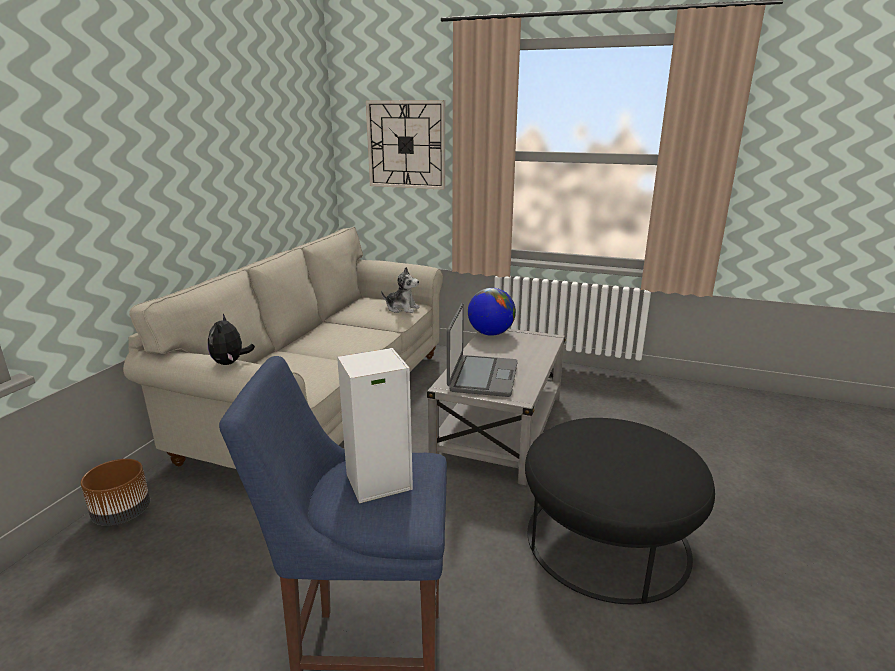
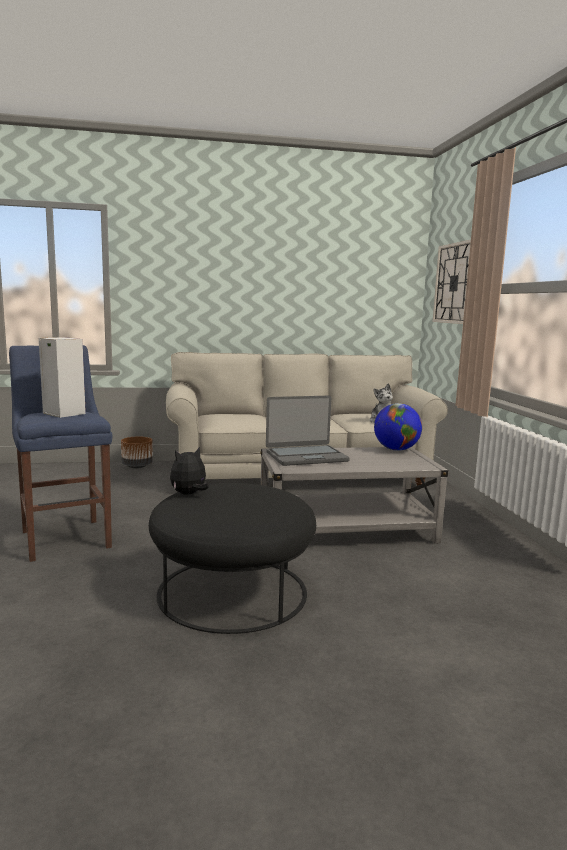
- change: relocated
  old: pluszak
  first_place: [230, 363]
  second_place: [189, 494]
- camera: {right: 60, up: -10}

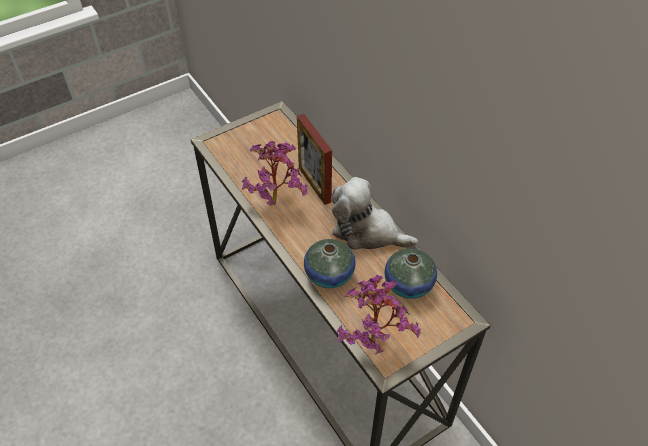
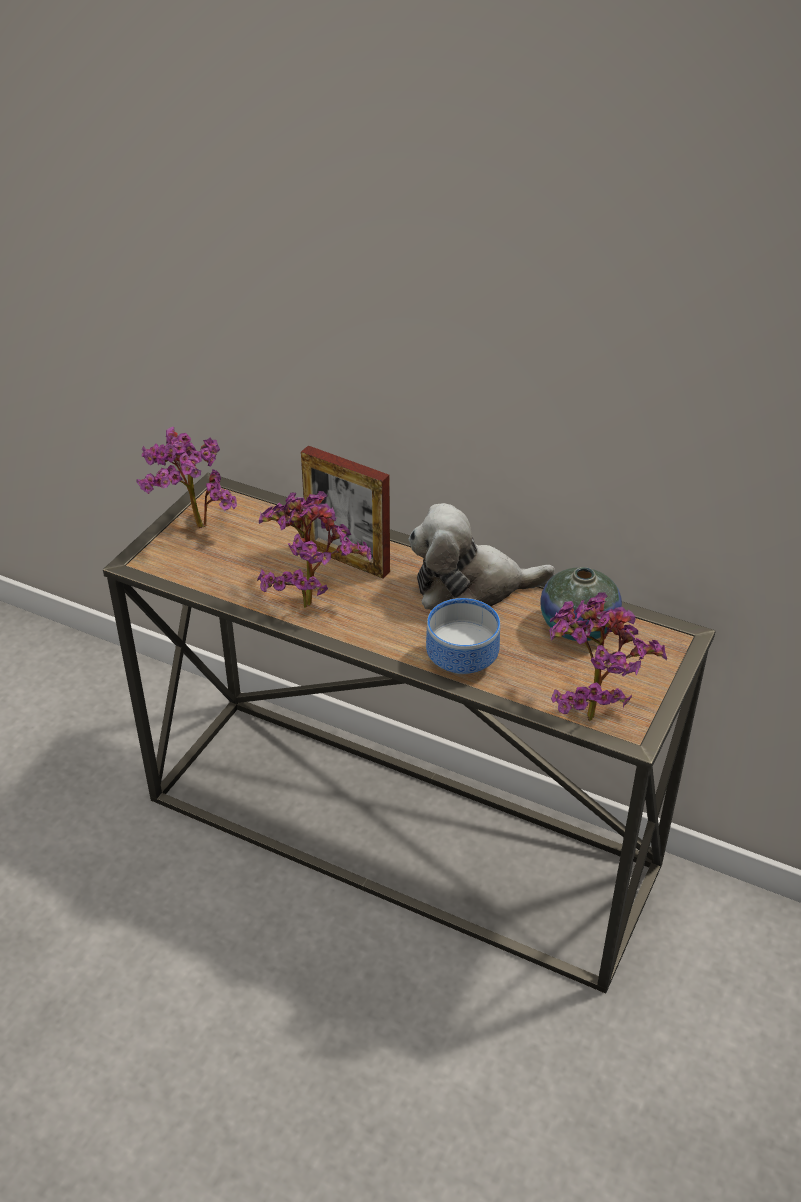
- change: exchanged
  old: wazon
  new: miska
  first_place: [329, 274]
  second_place: [464, 657]
- change: appeared
  new: roślina doniczkowa
  second_place: [192, 528]
- camera: {right: -30, up: -10}

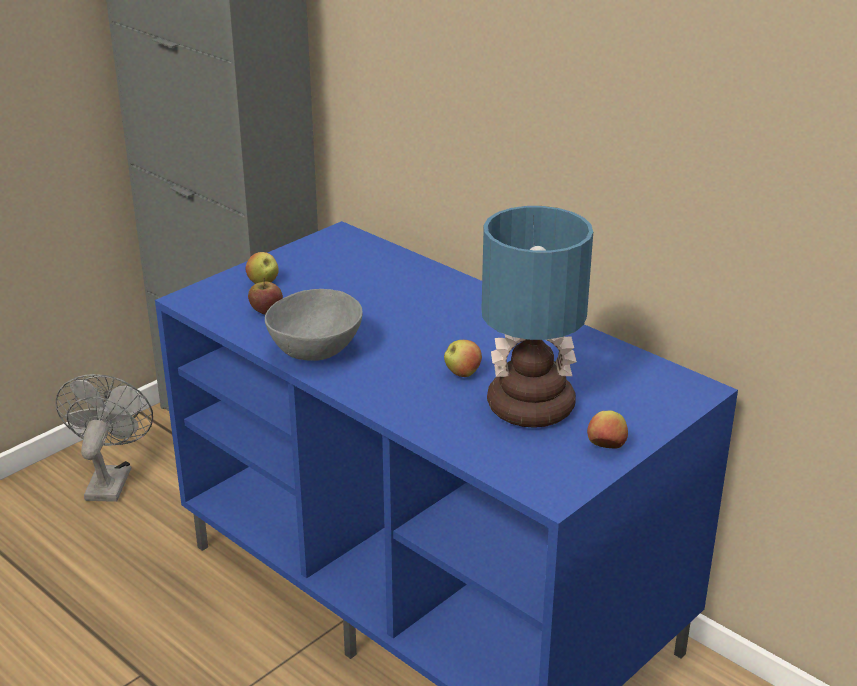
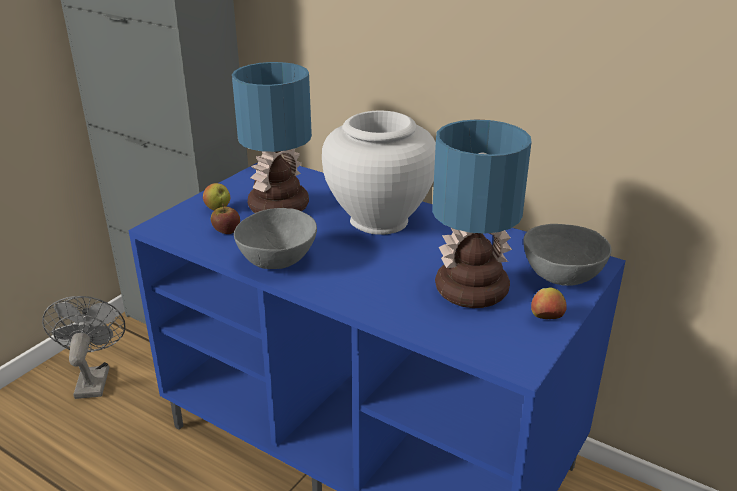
- change: missing
  old: jabłko
  first_place: [462, 374]
- change: appeared
  new: lampa stołowa
  second_place: [279, 206]
- change: appeared
  new: wazon [biały]
  second_place: [379, 221]
- change: appeared
  new: miska [szary]
  second_place: [559, 276]
- camera: {right: -10, up: 0}

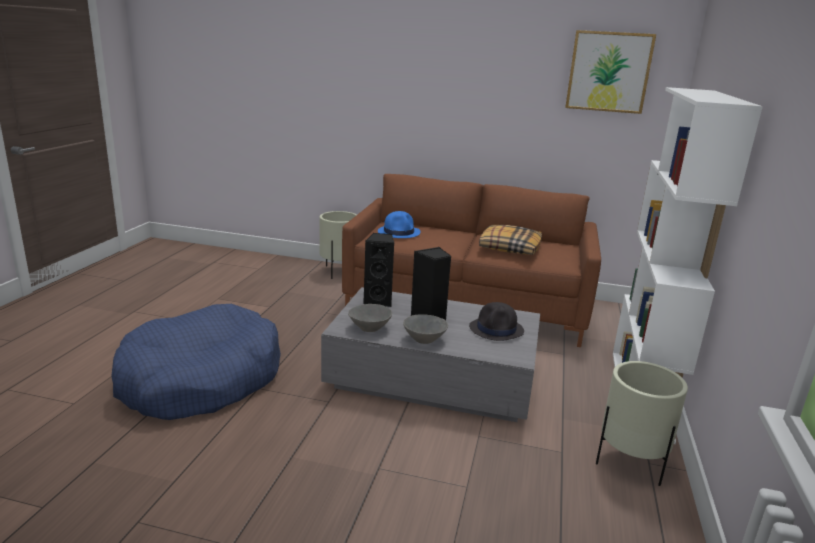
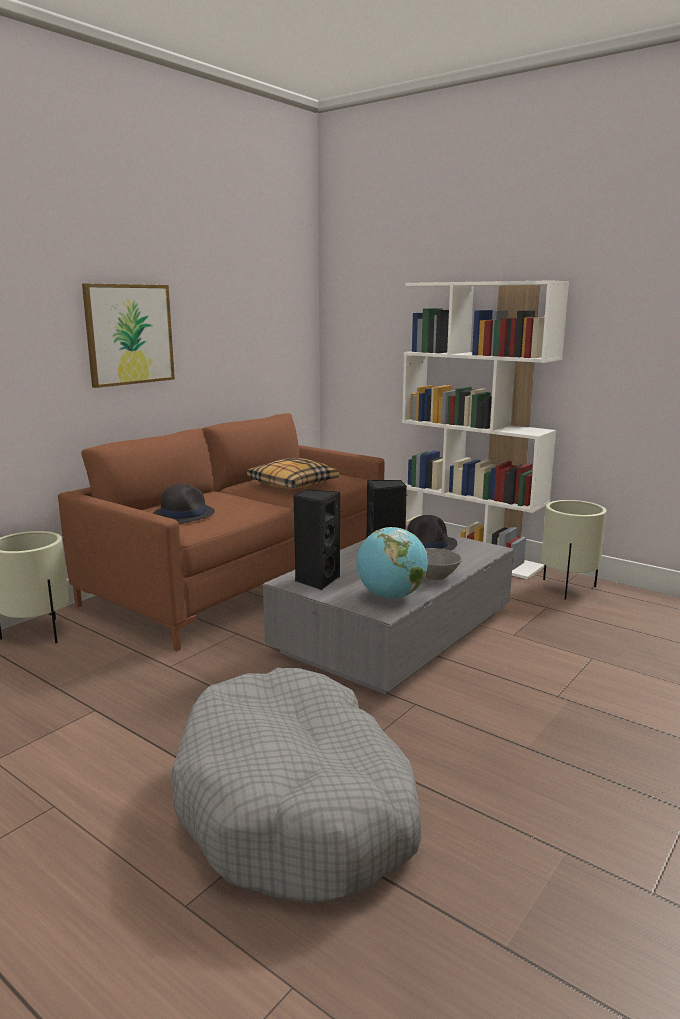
- change: relocated
  old: obraz
  first_place: [608, 72]
  second_place: [129, 334]
- change: colour
  old: kapelusz [niebieski]
  new: kapelusz [czarny]
  first_place: [399, 232]
  second_place: [183, 514]
- change: colour
  old: legowisko [niebieski]
  new: legowisko [szary]
  first_place: [201, 379]
  second_place: [297, 806]
- change: exchanged
  old: miska [szary]
  new: globus
  first_place: [369, 328]
  second_place: [391, 596]
- camera: {right: -65, up: -5}

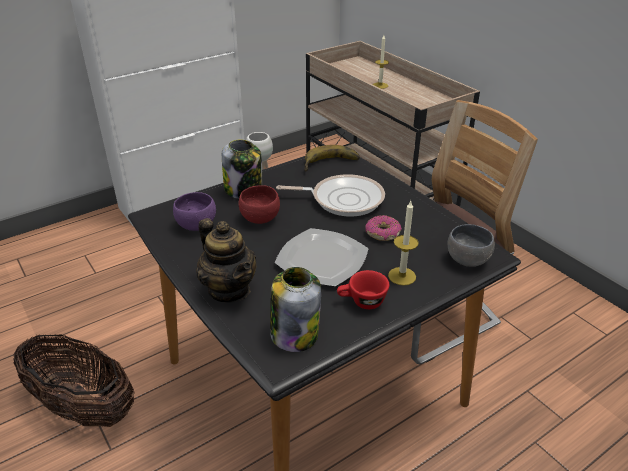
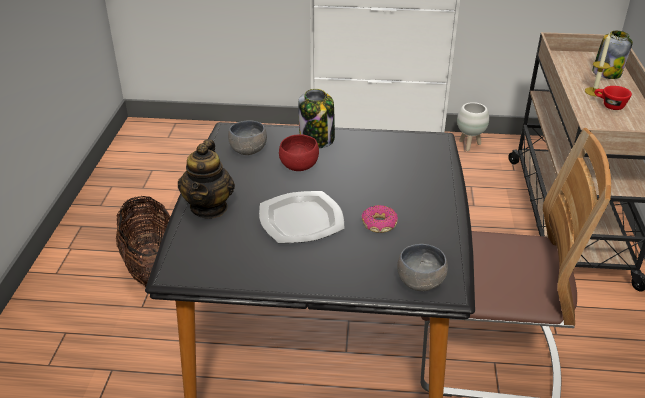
- change: missing
  old: banan
  first_place: [331, 164]
- change: missing
  old: patelnia
  first_place: [343, 199]
- change: colour
  old: miska [fioletowy]
  new: miska [szary]
  first_place: [195, 225]
  second_place: [248, 150]
- change: missing
  old: świeca
  first_place: [402, 276]
- change: relocated
  old: słoik
  first_place: [294, 333]
  second_place: [607, 73]
- change: relocated
  old: filiżanka [czerwony]
  first_place: [362, 302]
  second_place: [609, 105]
- camera: {right: 40, up: 0}

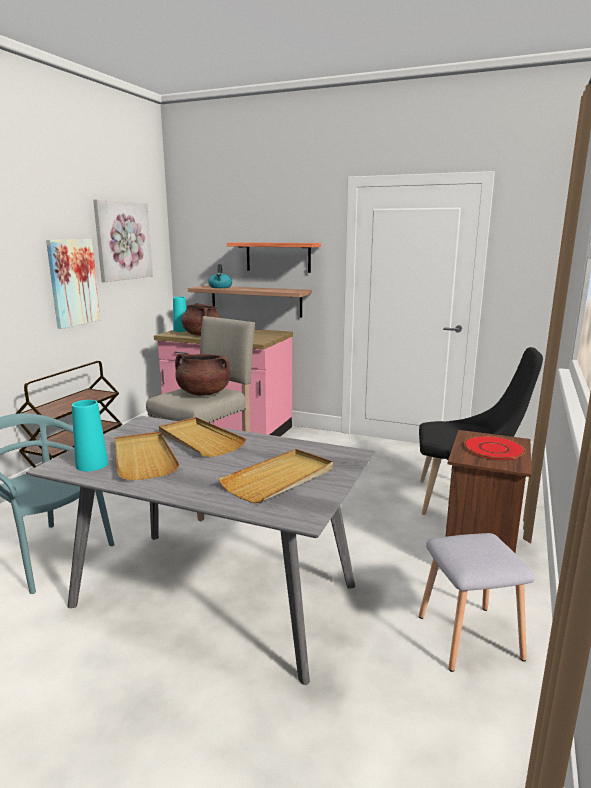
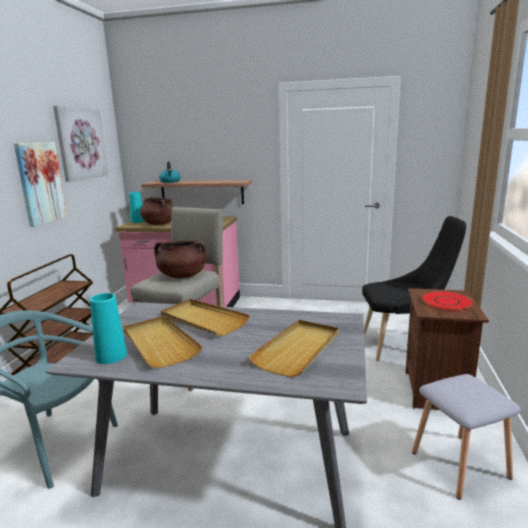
- change: missing
  old: półka
  first_place: [278, 257]
- camera: {right: -10, up: 0}

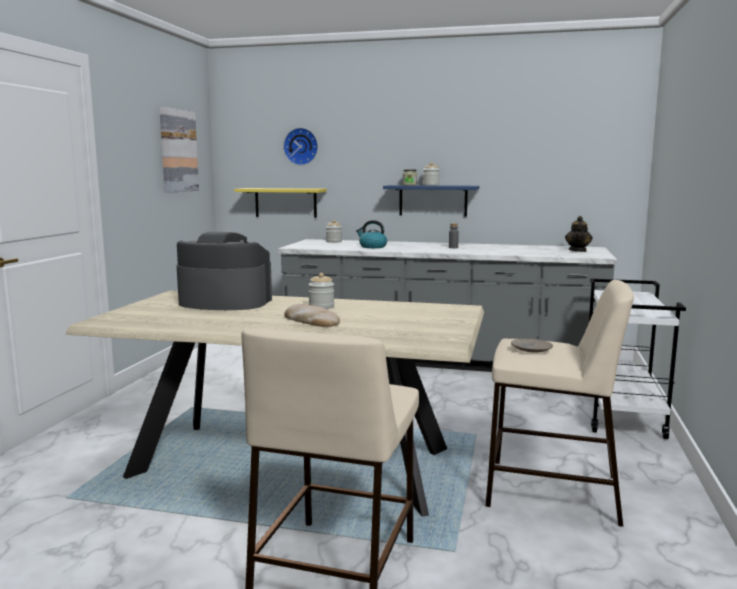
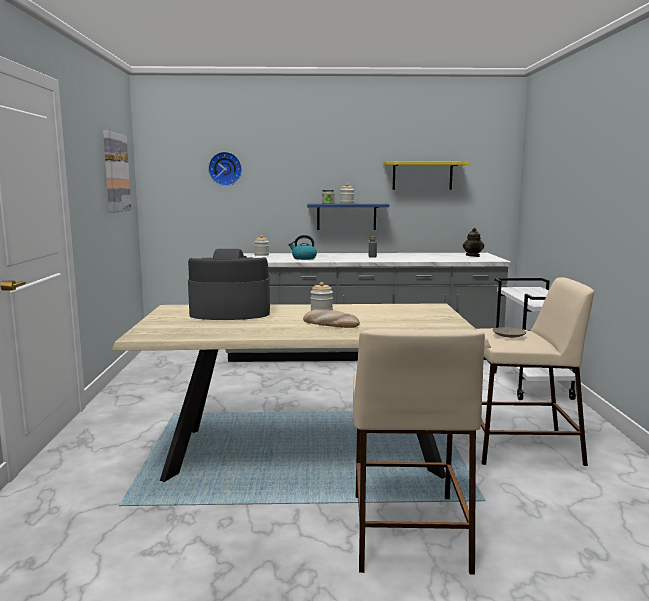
- change: relocated
  old: półka [żółty]
  first_place: [285, 202]
  second_place: [422, 176]
- camera: {right: -15, up: 0}

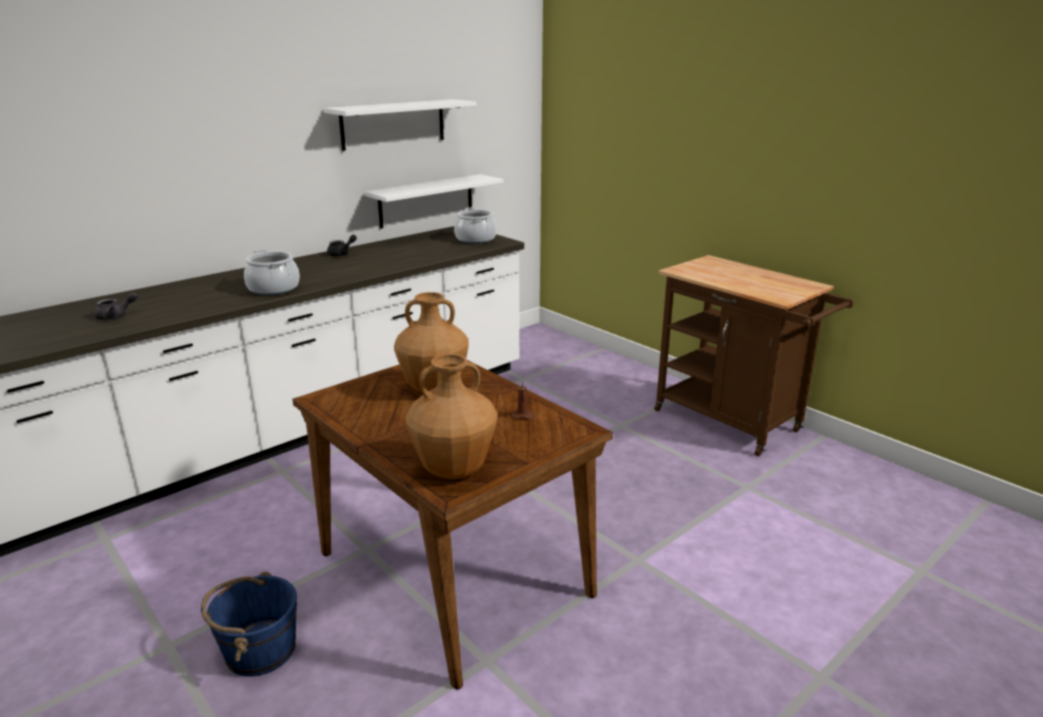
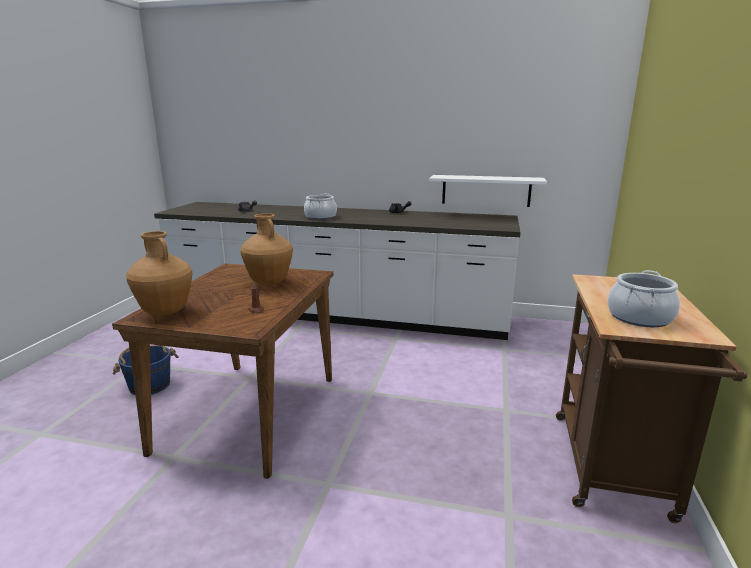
- change: missing
  old: półka [biały]
  first_place: [393, 124]
- change: relocated
  old: garnek
  first_place: [475, 239]
  second_place: [639, 317]
- camera: {right: 55, up: -5}

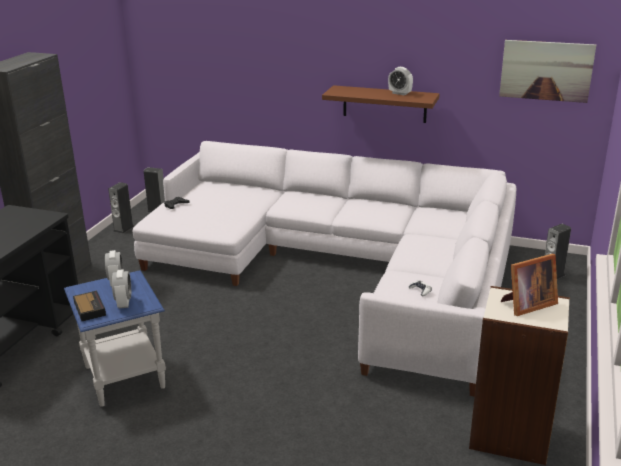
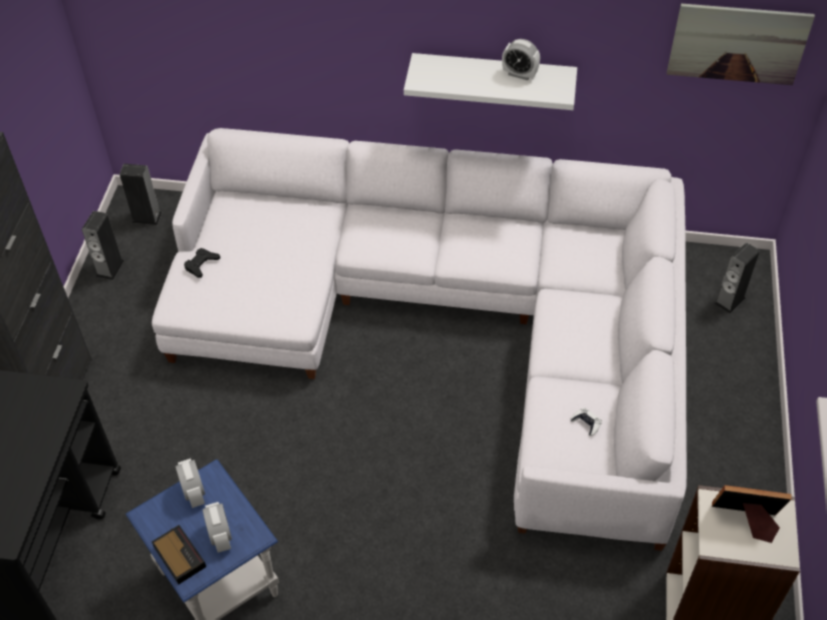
- change: colour
  old: półka [brązowy]
  new: półka [biały]
  first_place: [384, 104]
  second_place: [493, 78]
- change: spun
  old: ramka na zdjęcie
  first_place: [526, 305]
  second_place: [746, 521]
  degrees: -135
- camera: {right: -10, up: 25}

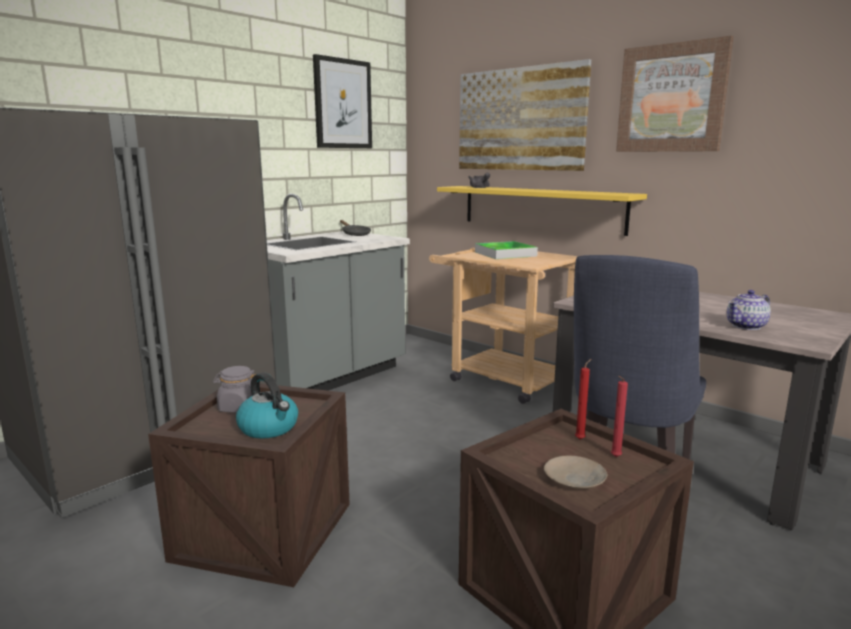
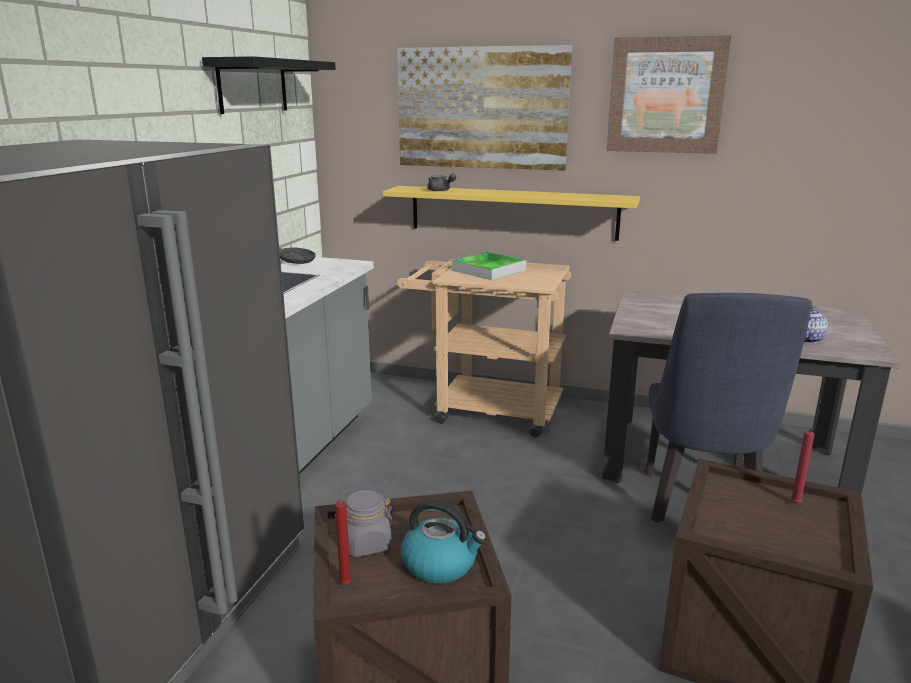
- change: exchanged
  old: obraz
  new: półka [czarny]
  first_place: [342, 104]
  second_place: [253, 86]
- change: relocated
  old: świeca [czerwony]
  first_place: [581, 439]
  second_place: [347, 583]
- change: missing
  old: talerz [beżowy]
  first_place: [575, 479]
- camera: {right: -25, up: 5}

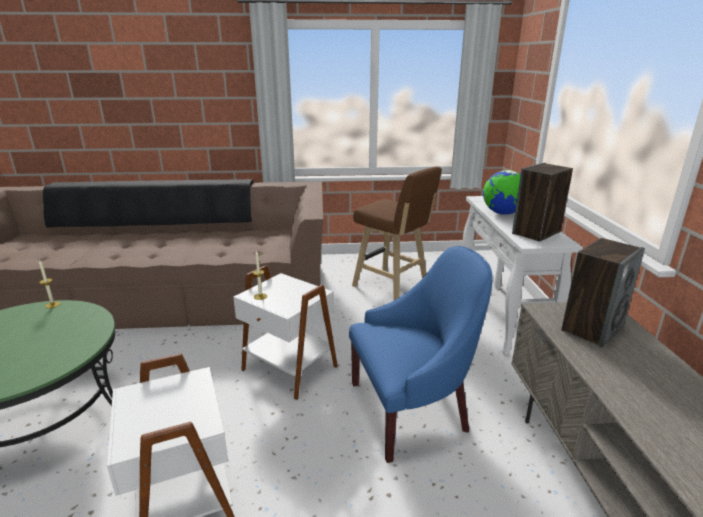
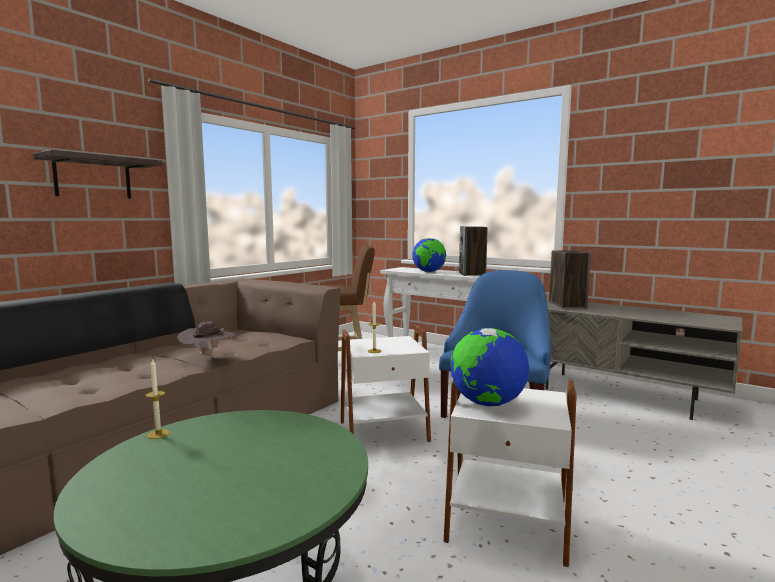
- change: appeared
  new: półka
  second_place: [93, 178]
- change: appeared
  new: kapelusz [brązowy]
  second_place: [208, 358]
- change: appeared
  new: globus
  second_place: [487, 404]
- camera: {right: -50, up: -15}

